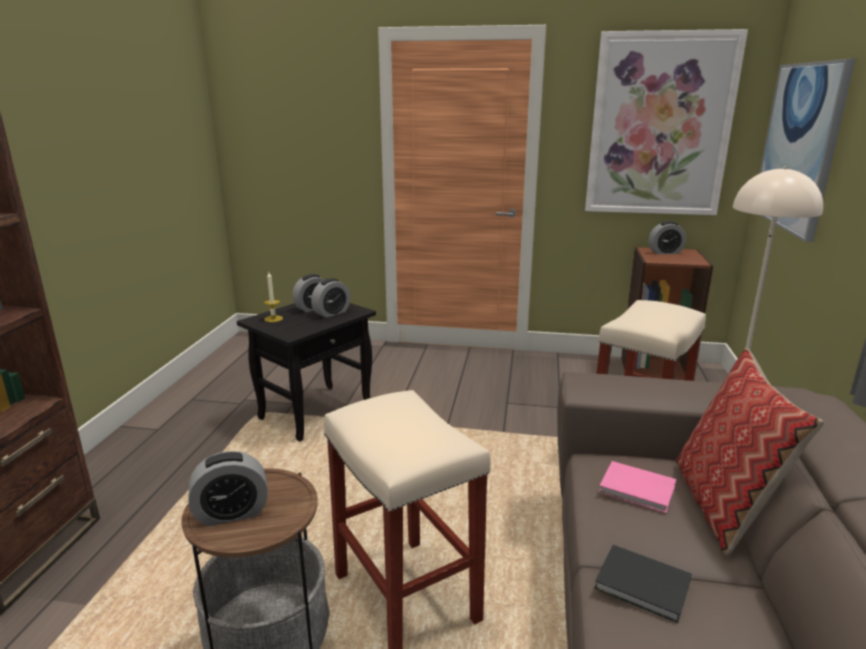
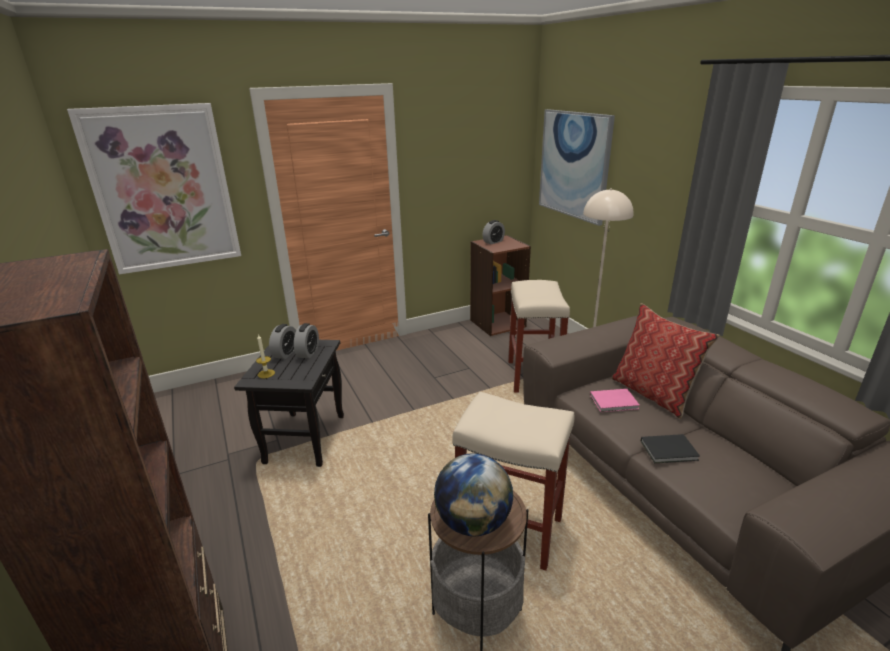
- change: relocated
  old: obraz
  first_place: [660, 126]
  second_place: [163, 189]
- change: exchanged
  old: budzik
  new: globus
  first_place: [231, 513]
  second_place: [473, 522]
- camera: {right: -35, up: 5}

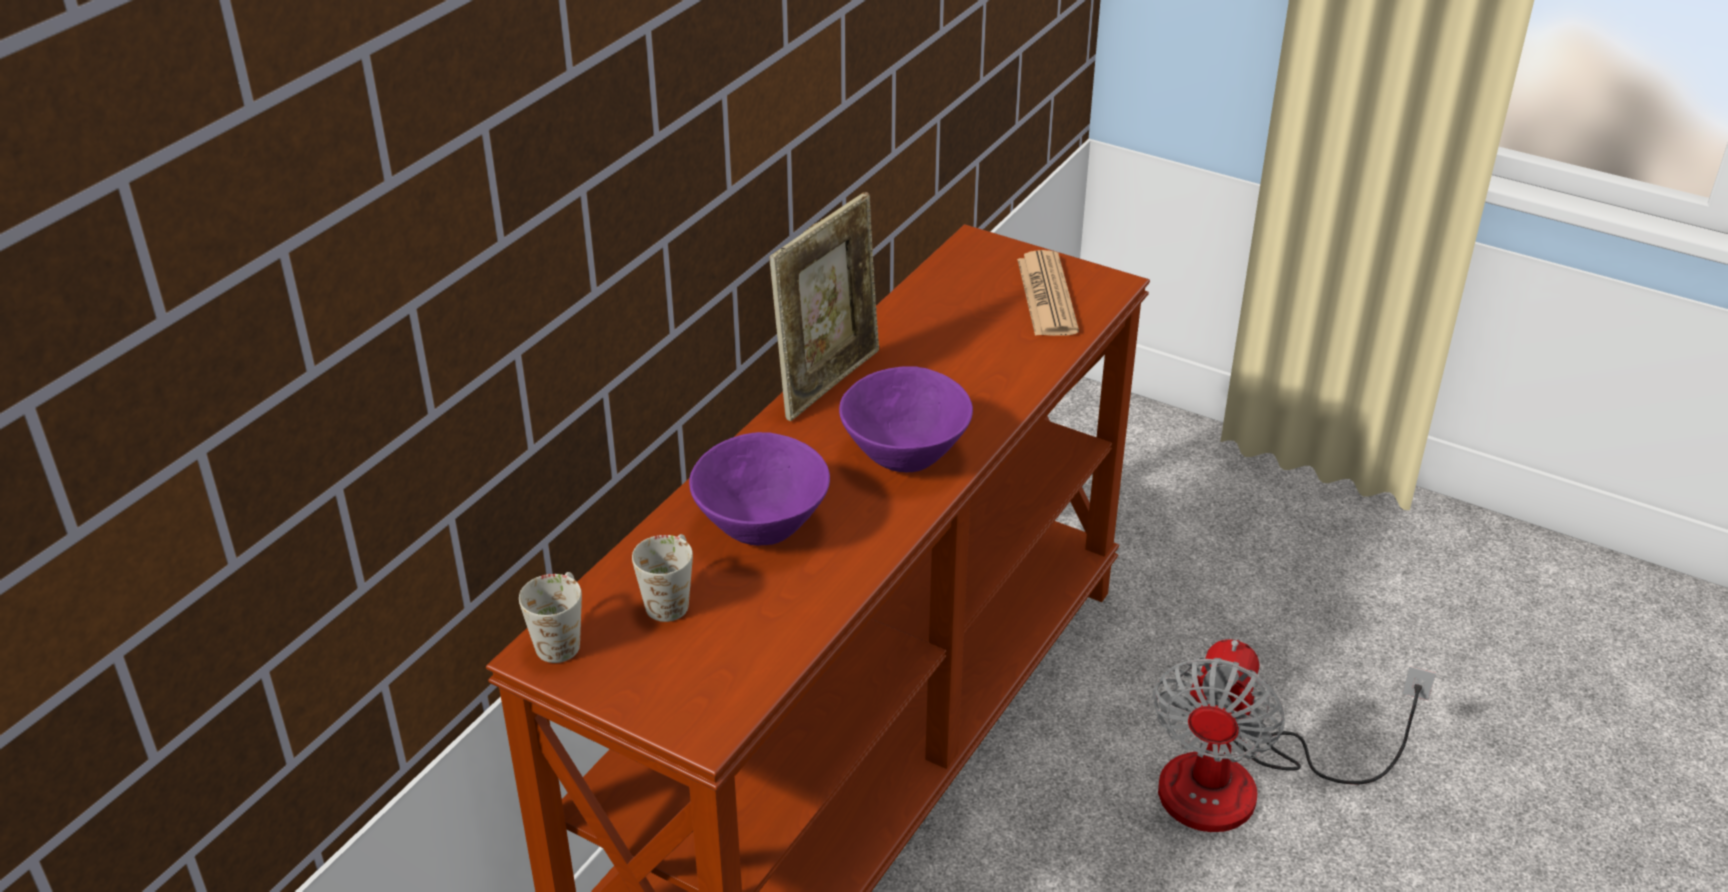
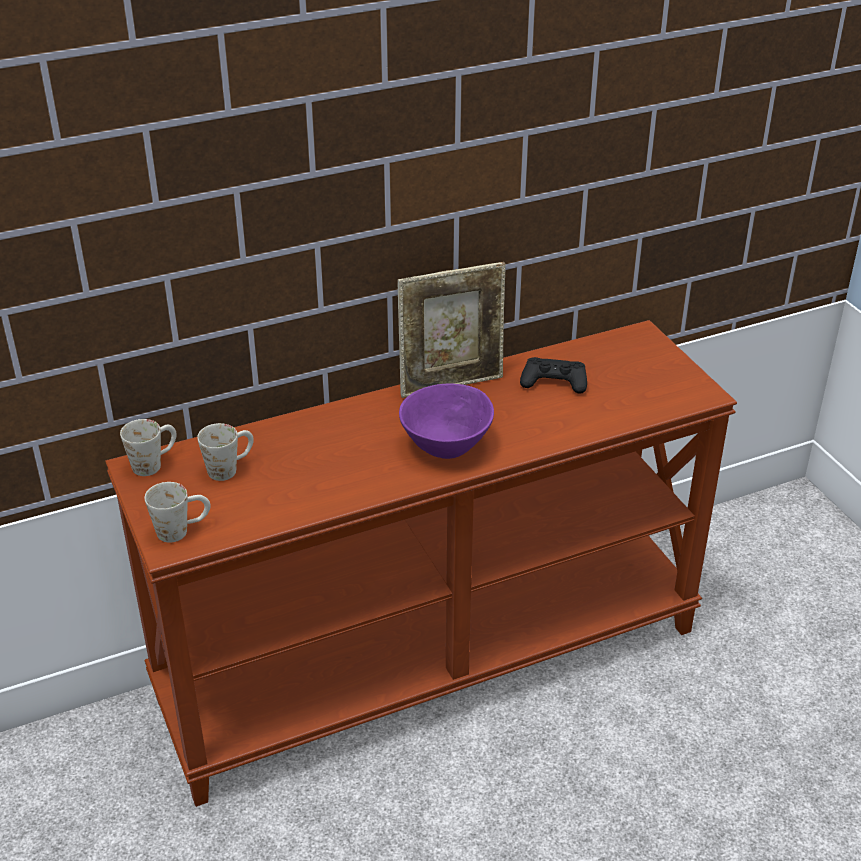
- change: missing
  old: gazeta
  first_place: [1047, 296]
- change: missing
  old: miska [fioletowy]
  first_place: [757, 527]
- change: missing
  old: wentylator
  first_place: [1242, 785]
- change: appeared
  new: pad do gier [czarny]
  second_place: [554, 381]
- change: appeared
  new: kubek [biały]
  second_place: [182, 530]
- camera: {right: 35, up: 0}

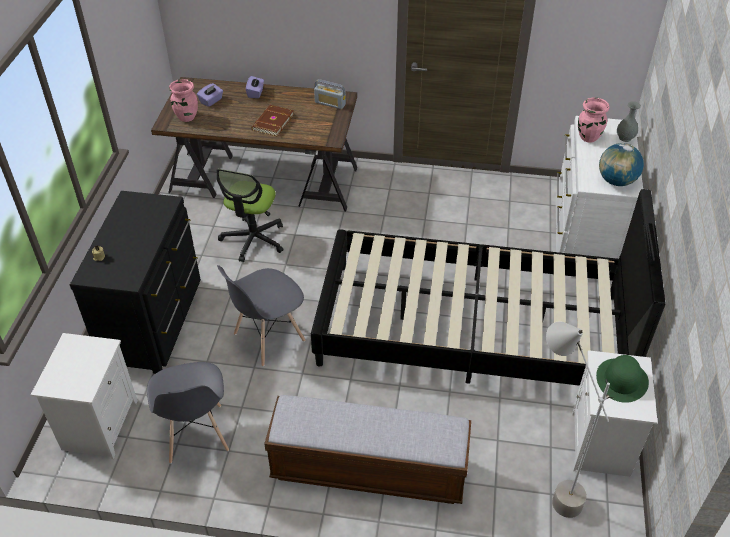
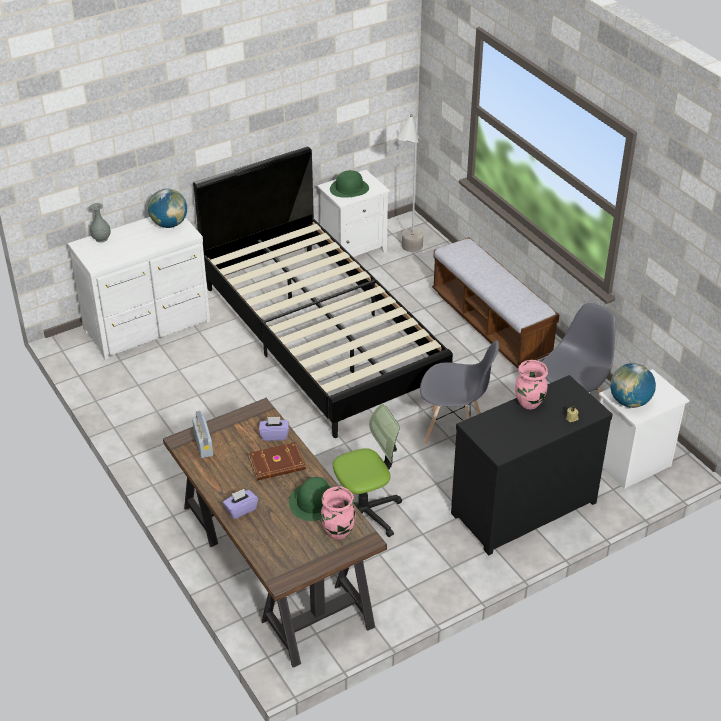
- change: relocated
  old: pudełko chusteczek [fioletowy]
  first_place: [211, 101]
  second_place: [274, 435]
- change: relocated
  old: wazon [różowy]
  first_place: [588, 137]
  second_place: [529, 403]
- change: appeared
  new: globus
  second_place: [629, 401]
- change: appeared
  new: kapelusz [zielony]
  second_place: [314, 501]
- camera: {right: -130, up: -5}

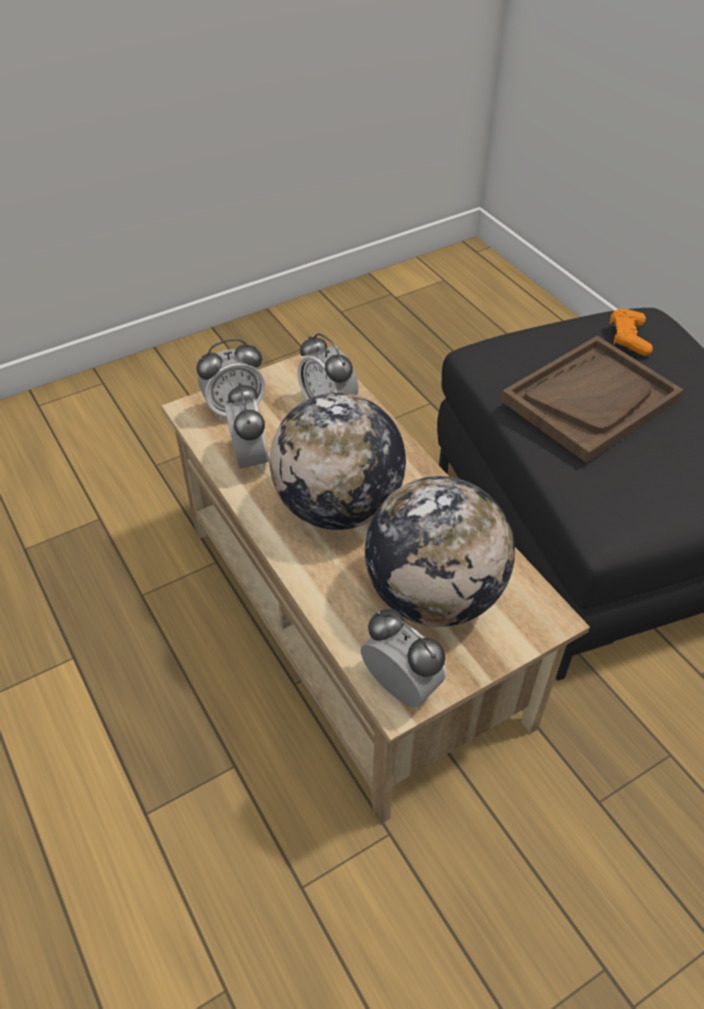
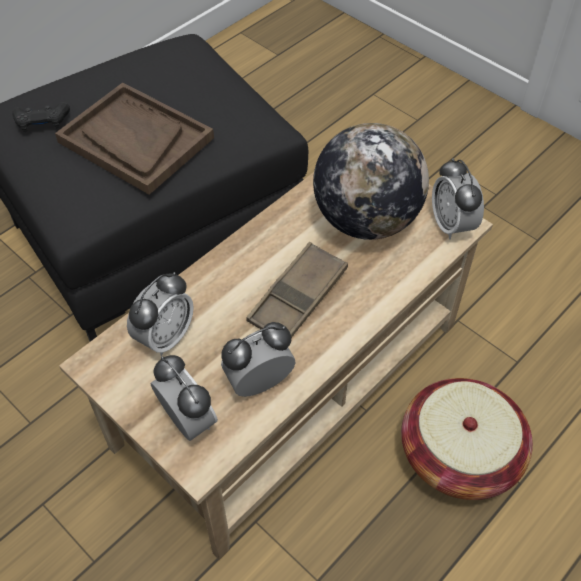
- change: colour
  old: pad do gier [pomarańczowy]
  new: pad do gier [czarny]
  first_place: [628, 338]
  second_place: [42, 122]
- change: exchanged
  old: globus
  new: taca [brązowy]
  first_place: [338, 507]
  second_place: [298, 297]
- change: spun
  old: budzik
  first_place: [400, 686]
  second_place: [451, 225]
  degrees: -45
- change: appeared
  new: koszyk
  second_place: [459, 454]
- camera: {right: -105, up: 5}

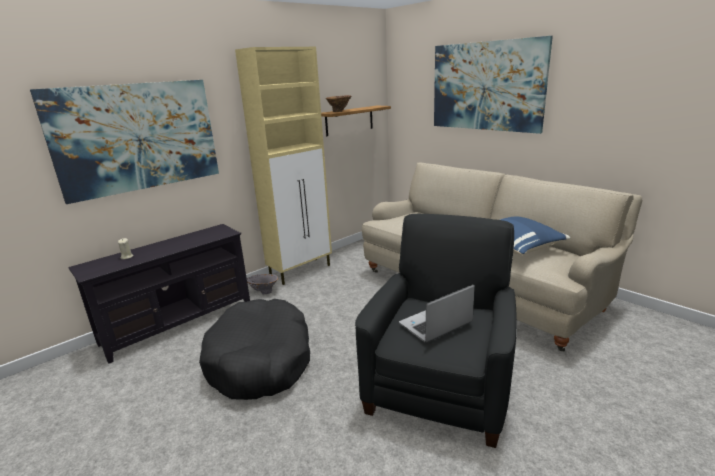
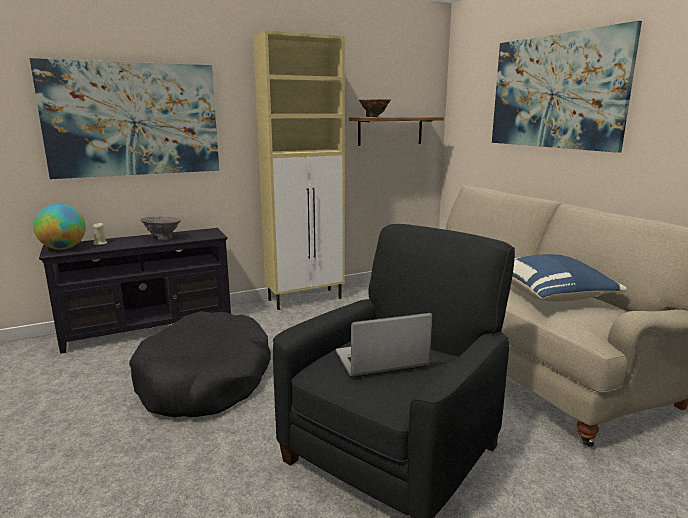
- change: relocated
  old: wazon [szary]
  first_place: [263, 292]
  second_place: [162, 238]
- change: appeared
  new: globus
  second_place: [63, 248]
- camera: {right: 15, up: -5}

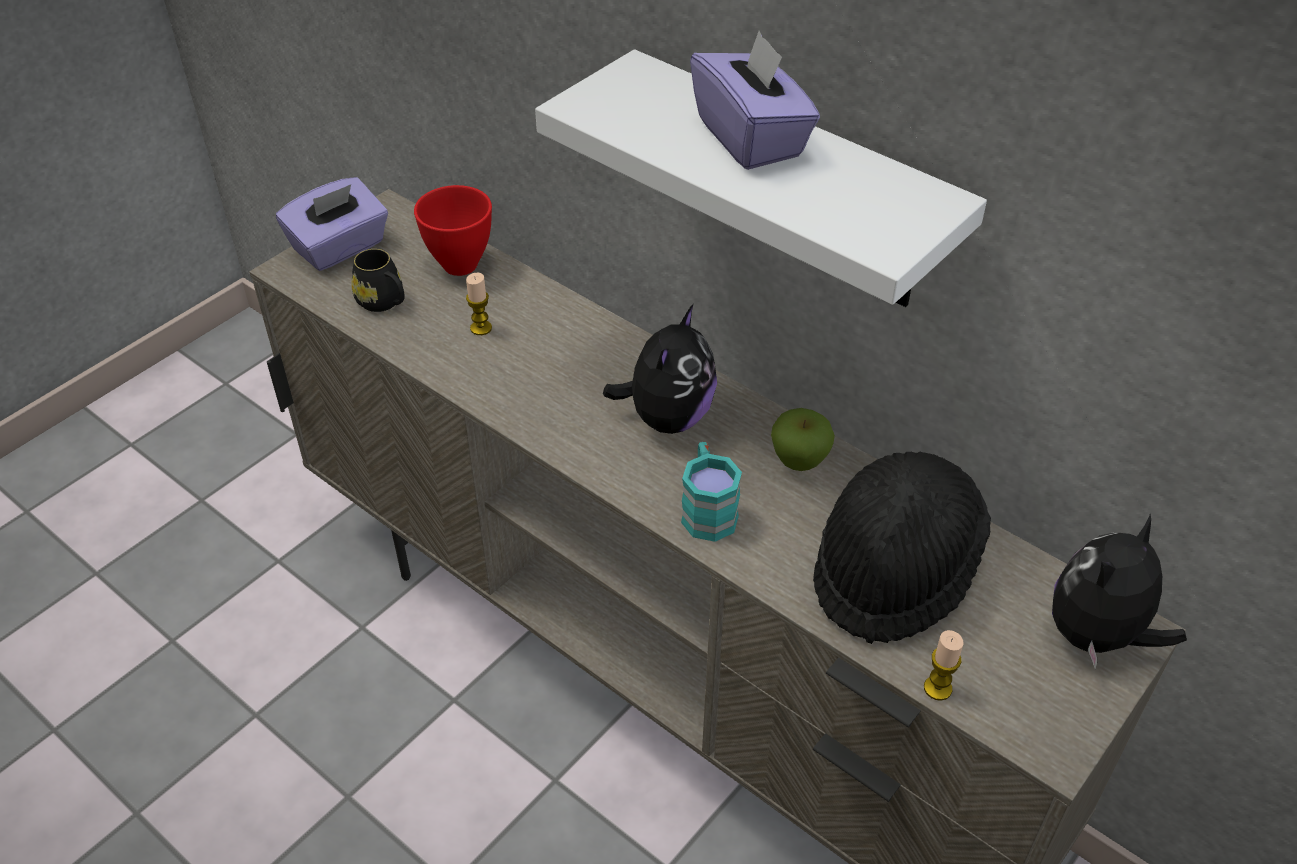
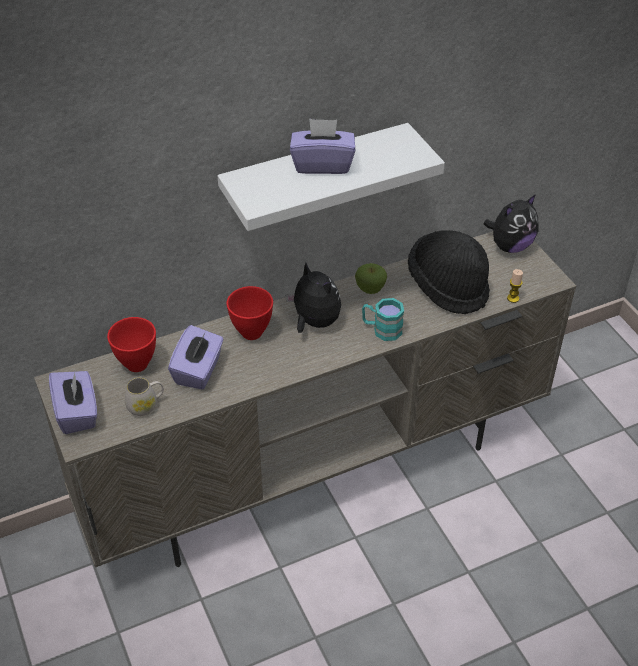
- change: colour
  old: kubek [czarny]
  new: kubek [biały]
  first_place: [384, 302]
  second_place: [146, 405]
- change: exchanged
  old: świeca
  new: pudełko chusteczek [fioletowy]
  first_place: [481, 328]
  second_place: [198, 371]
- change: spun
  old: pluszak
  first_place: [1098, 636]
  second_place: [510, 246]
  degrees: -105
- change: appeared
  new: miska [czerwony]
  second_place: [252, 333]
- camera: {right: -65, up: 0}

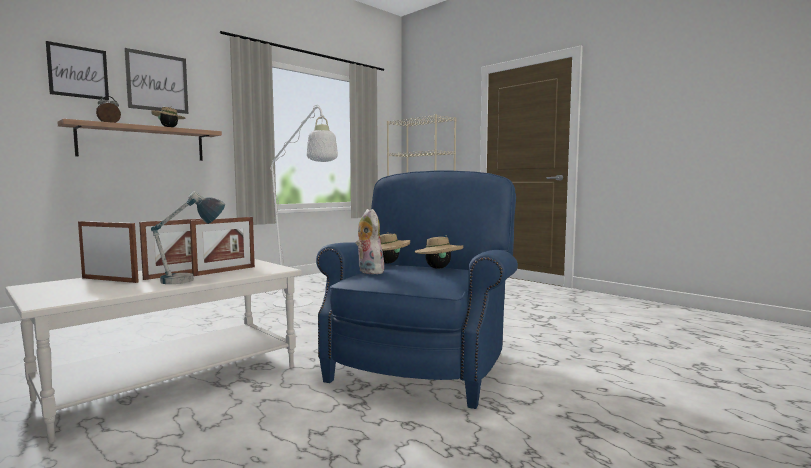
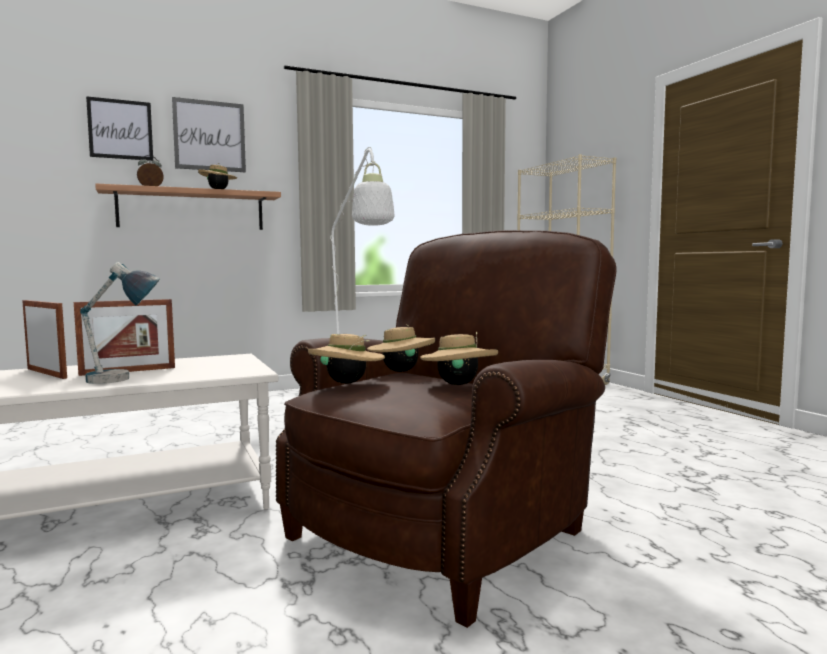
- change: colour
  old: fotel [niebieski]
  new: fotel [brązowy]
  first_place: [423, 363]
  second_place: [447, 530]
- change: exchanged
  old: pluszak
  new: kapelusz [beżowy]
  first_place: [368, 271]
  second_place: [347, 383]
- change: missing
  old: ramka na zdjęcie
  first_place: [225, 271]
- camera: {right: 20, up: 0}

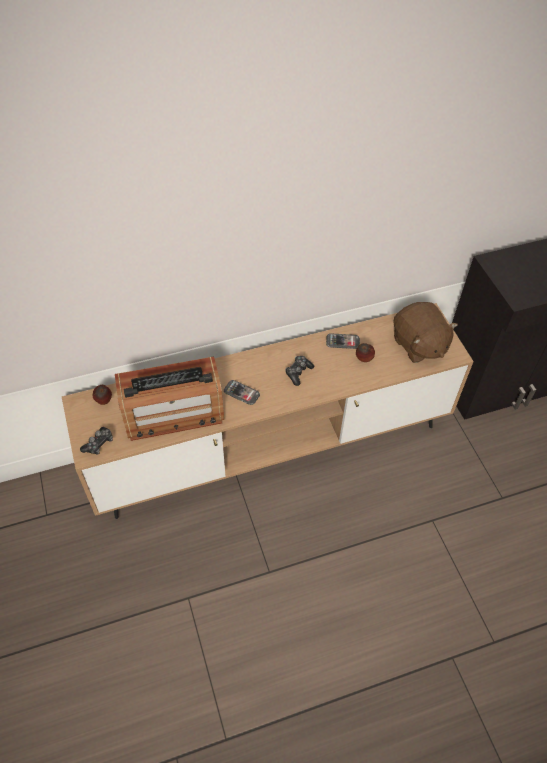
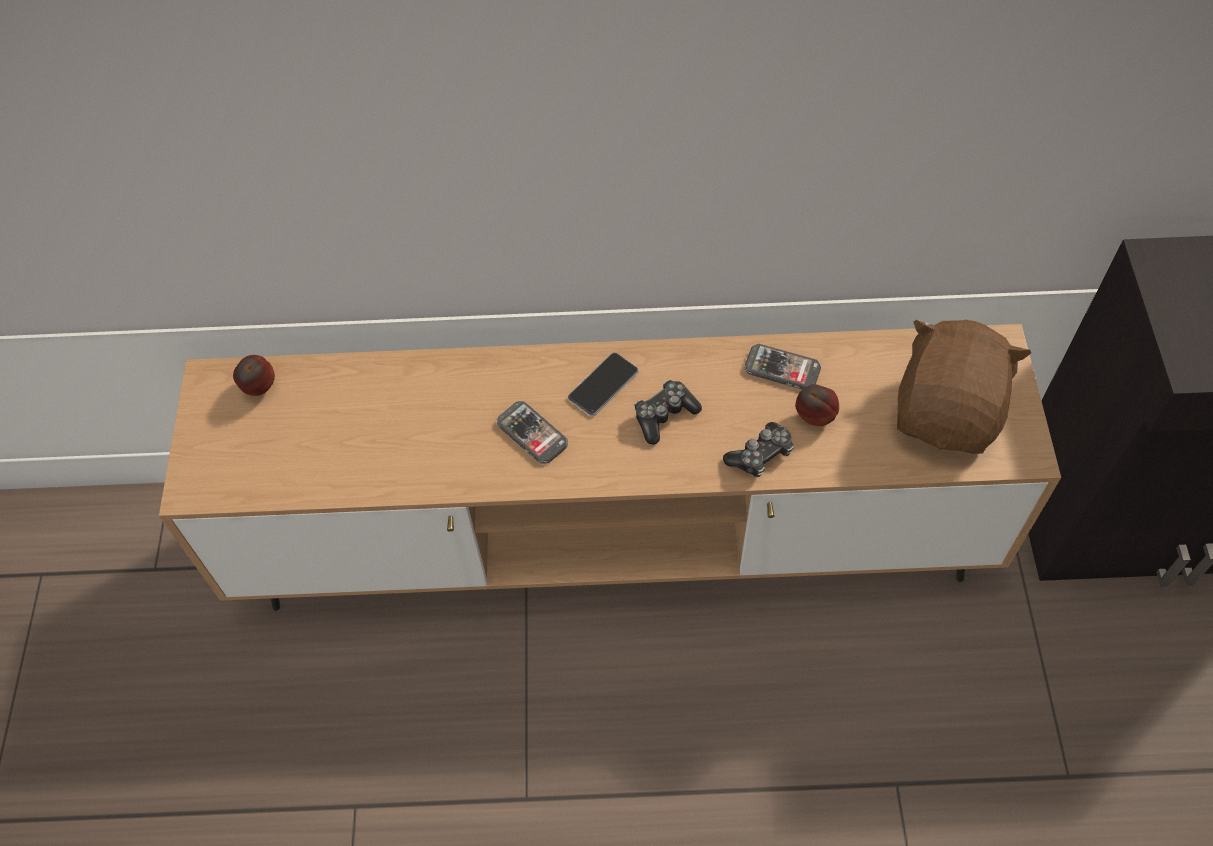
- change: spun
  old: pluszak [brązowy]
  first_place: [418, 345]
  second_place: [947, 412]
  degrees: -150
- change: missing
  old: radio
  first_place: [173, 413]
- change: relocated
  old: pad do gier
  first_place: [99, 444]
  second_place: [760, 455]
- change: appeared
  new: telefon
  second_place: [603, 385]
- camera: {right: 20, up: 5}

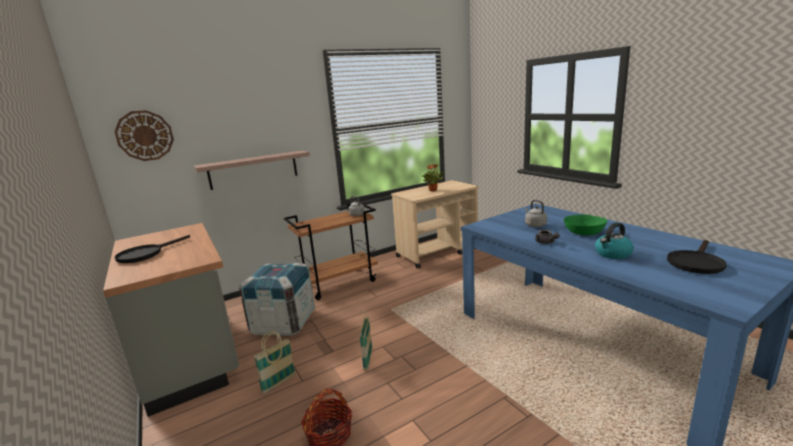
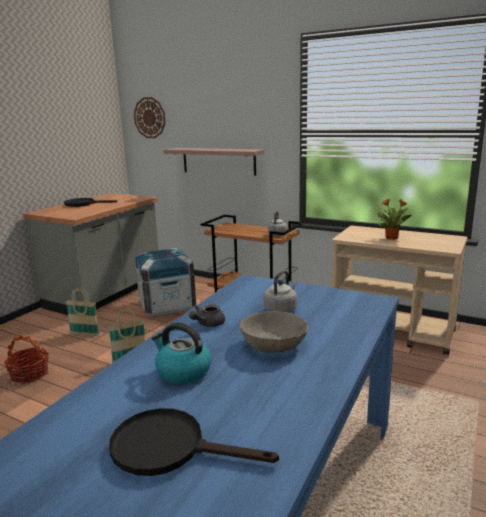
- change: colour
  old: miska [zielony]
  new: miska [szary]
  first_place: [583, 232]
  second_place: [273, 344]
- camera: {right: 60, up: 0}

